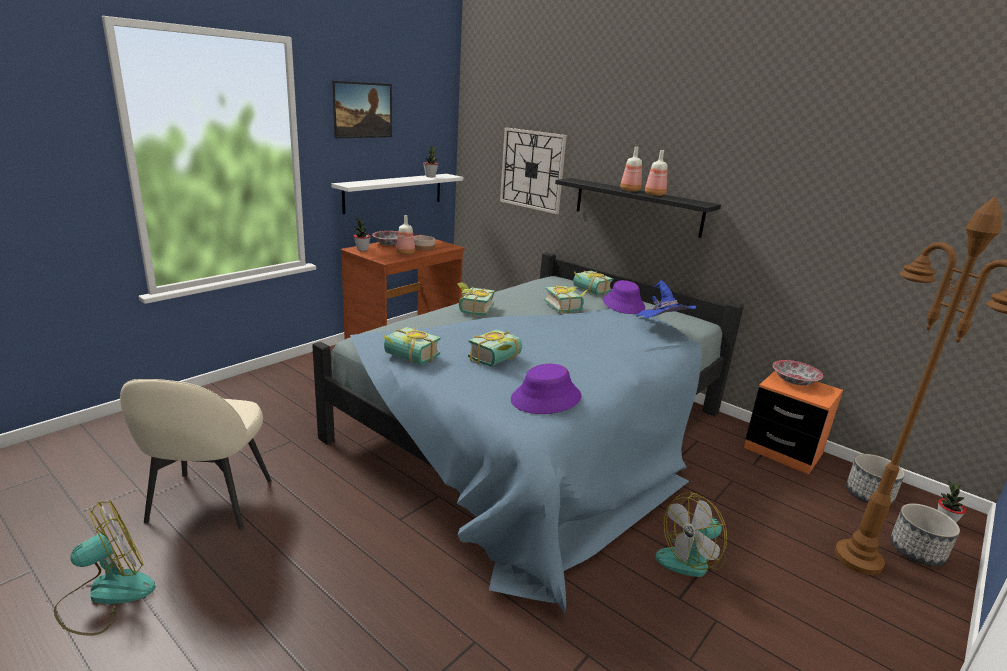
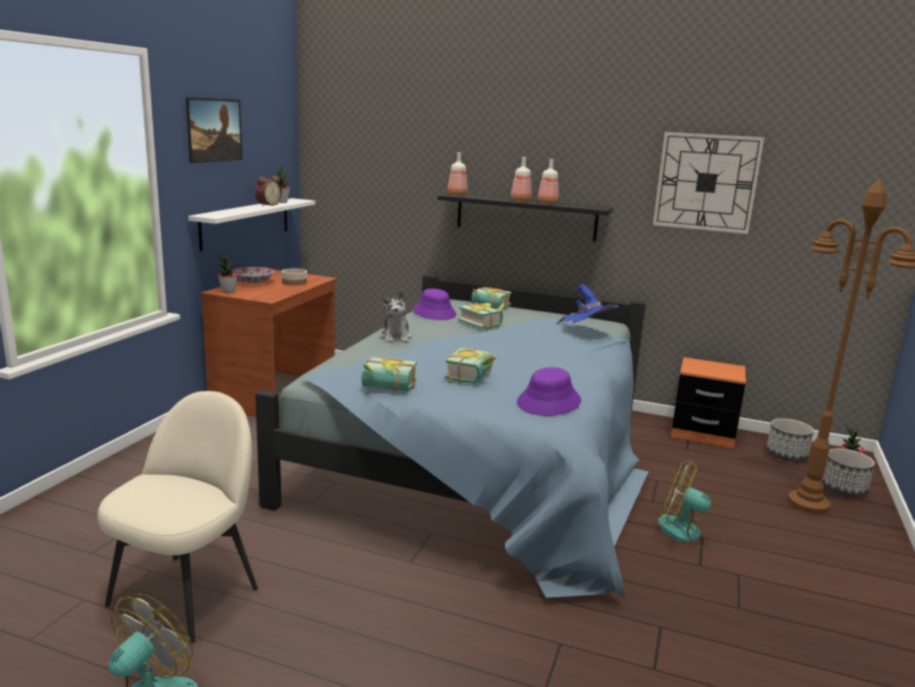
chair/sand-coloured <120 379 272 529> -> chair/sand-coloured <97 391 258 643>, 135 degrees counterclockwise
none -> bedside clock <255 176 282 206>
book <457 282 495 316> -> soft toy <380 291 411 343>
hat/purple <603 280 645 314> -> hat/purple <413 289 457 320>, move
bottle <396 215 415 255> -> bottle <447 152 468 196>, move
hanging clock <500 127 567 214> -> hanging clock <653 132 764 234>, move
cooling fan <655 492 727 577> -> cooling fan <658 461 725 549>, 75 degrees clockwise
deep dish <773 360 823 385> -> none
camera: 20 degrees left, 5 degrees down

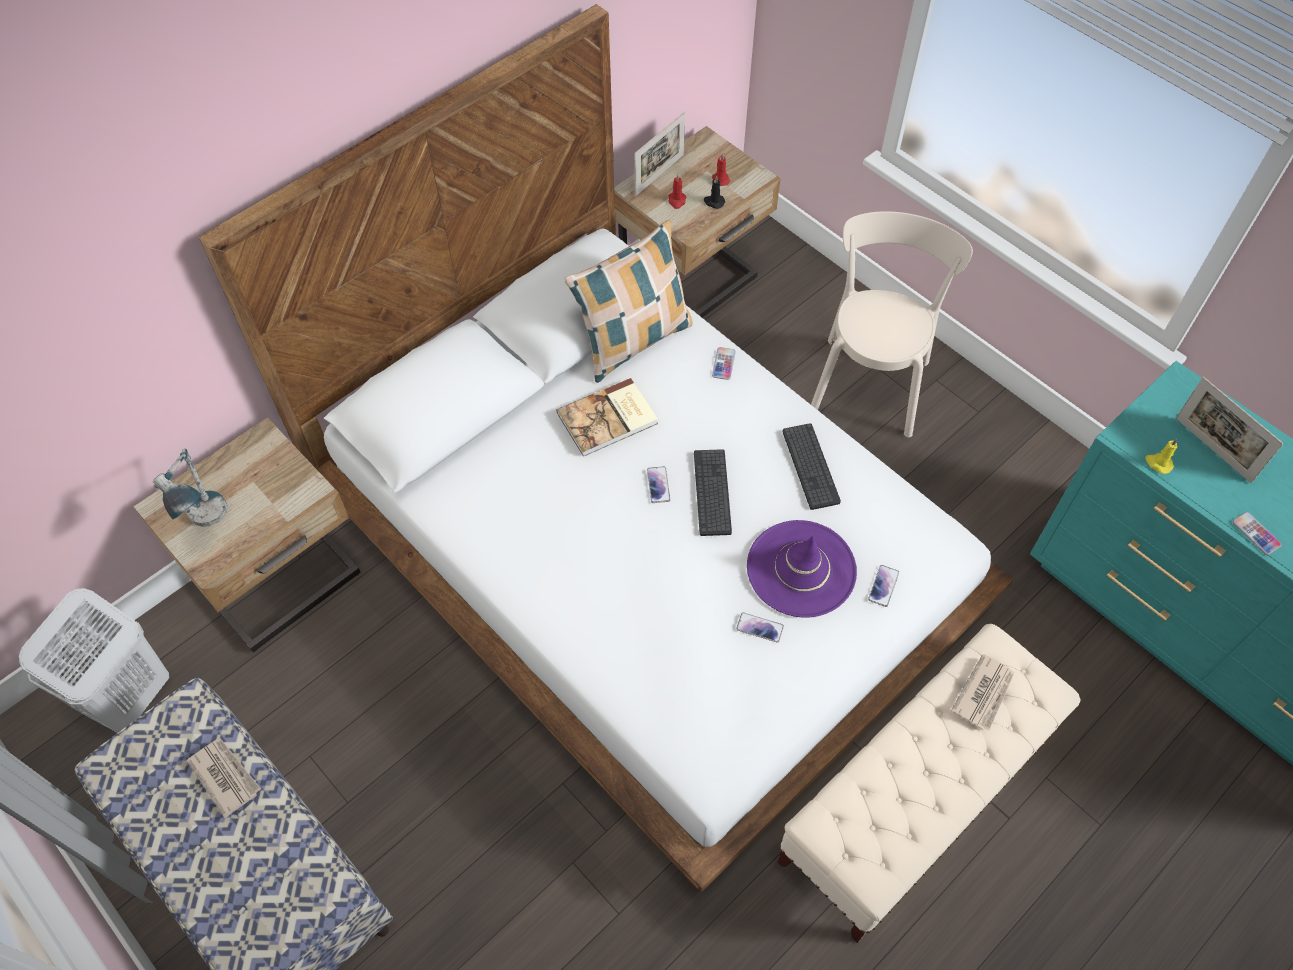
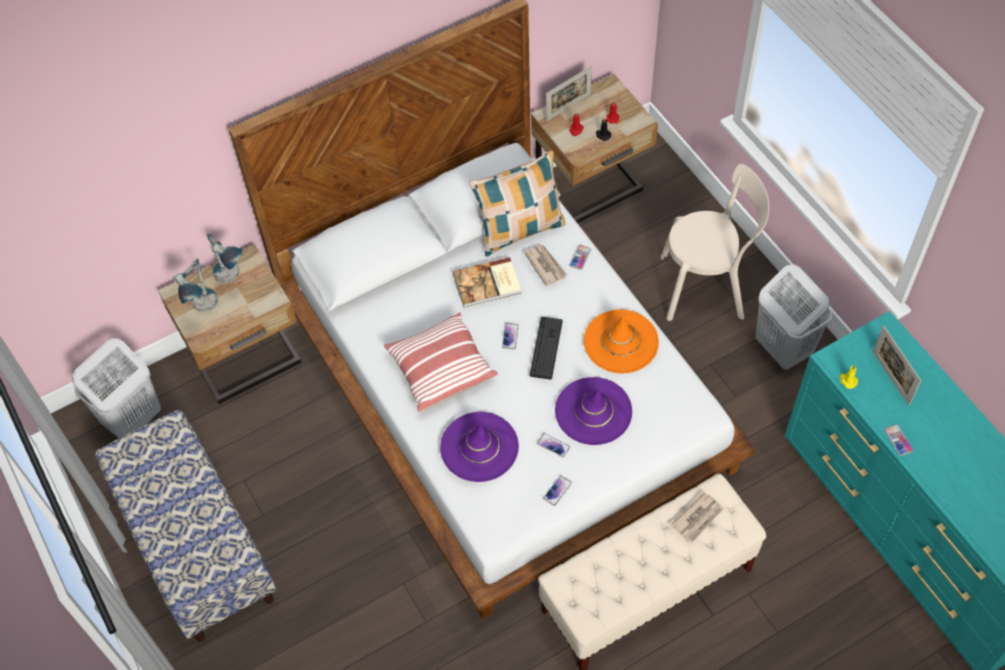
none -> lamp for a table <207 233 242 283>
none -> cushion <384 312 498 412>
none -> hat/purple <440 412 519 482>
daily paper <187 738 261 818> -> daily paper <524 245 567 286>, move
phone <868 565 899 607> -> phone <543 475 572 506>, move
computer keyboard <782 423 841 510> -> hat/orange <584 309 659 373>
chair/sand-coloured <811 211 973 438> -> chair/sand-coloured <661 164 769 321>, 60 degrees clockwise
none -> hamper/white-coloured <756 264 832 370>
camera: 15 degrees right, 0 degrees up

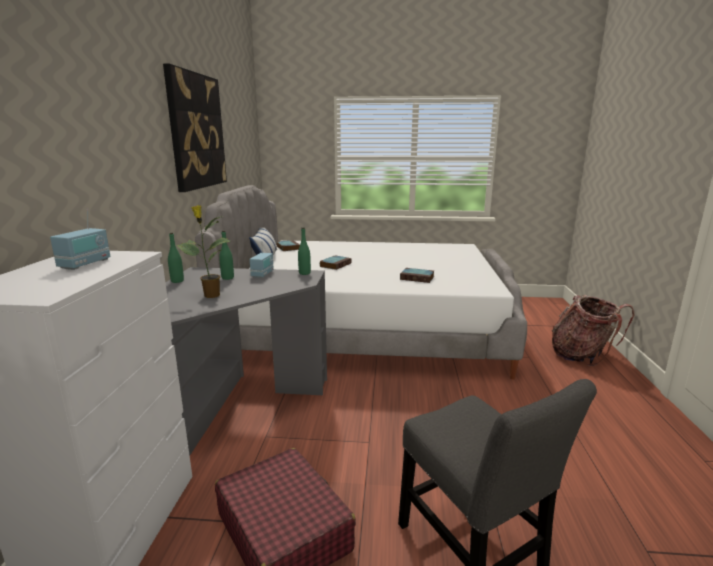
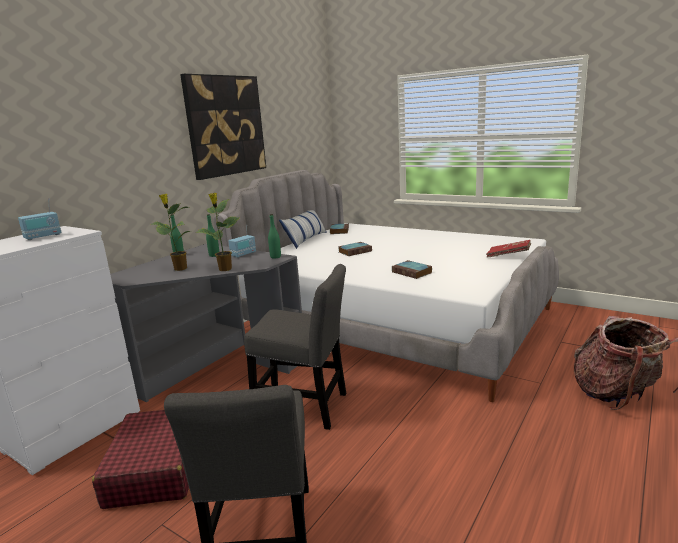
none -> potted plant <195 193 240 271>
none -> chair/gray <244 264 346 430>
none -> book/red-coloured <486 240 531 258>
camera: 30 degrees right, 0 degrees up

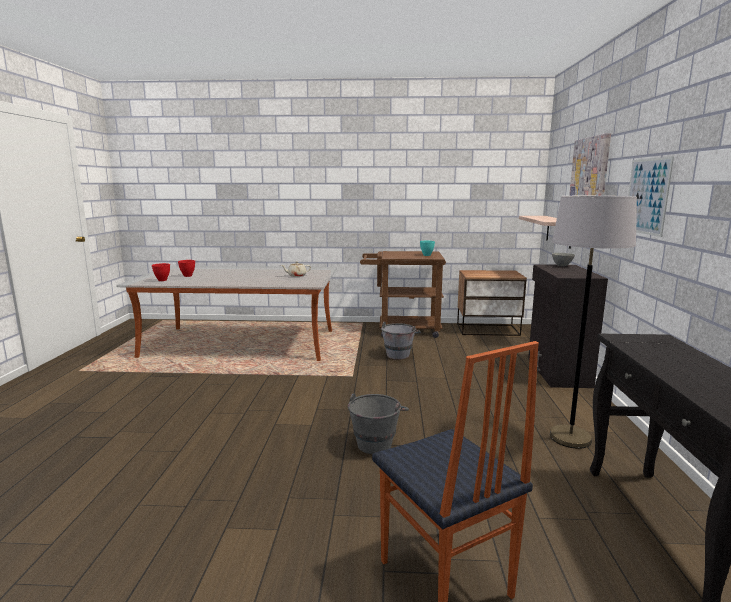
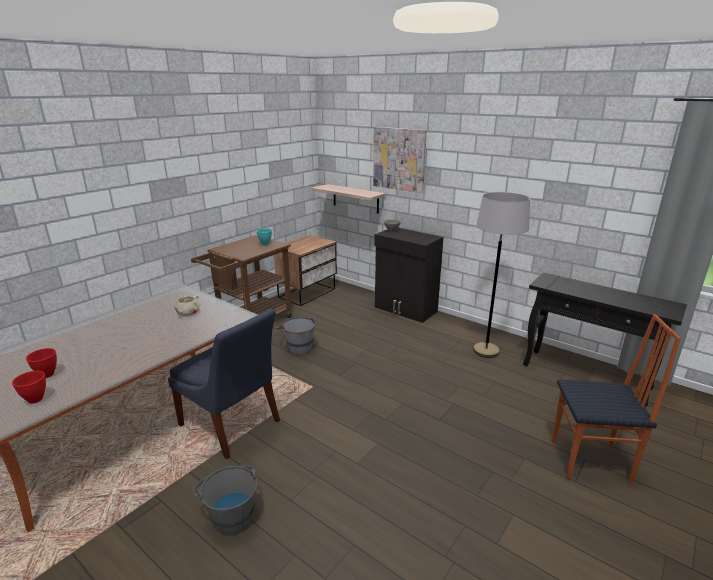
none -> chair/blue <168 309 280 459>
water bucket/gray <348 394 409 454> -> water bucket/gray <192 465 258 536>, move
picture <628 156 674 237> -> none
camera: 55 degrees left, 10 degrees up

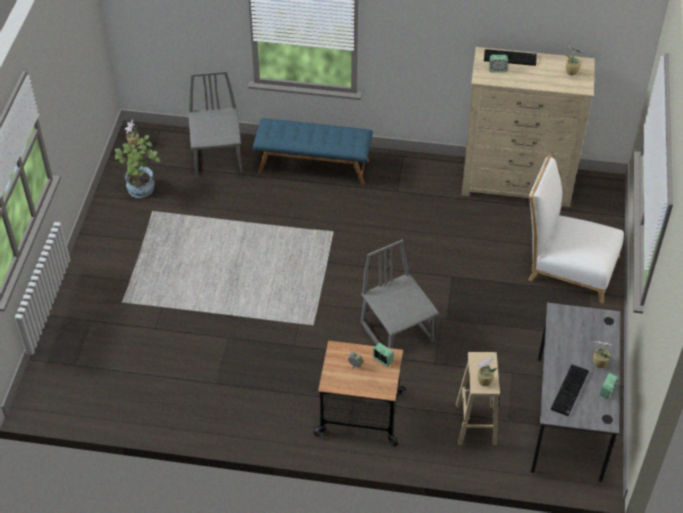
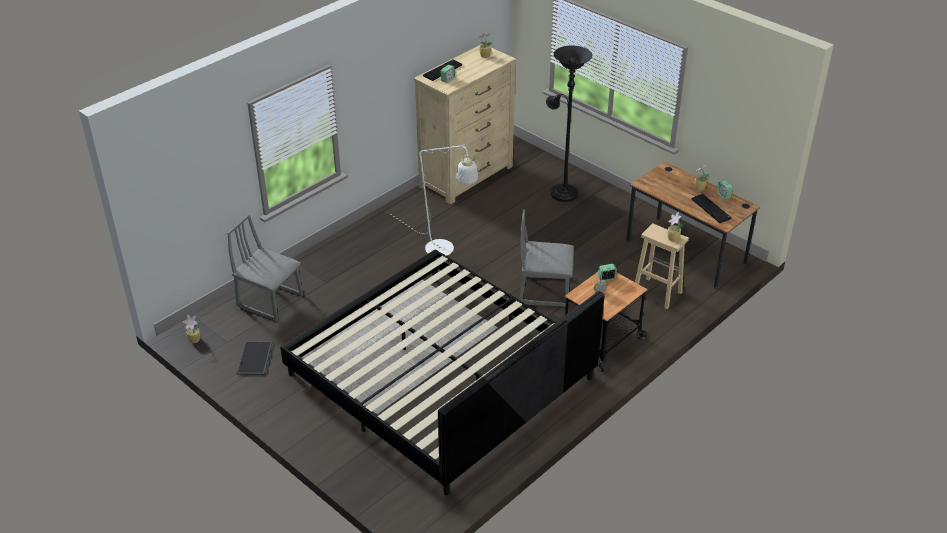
potted plant <115 135 160 198> -> serving tray <236 341 272 375>
none -> sleeping bed <280 250 604 496>
none -> standard lamp/white-coloured <389 144 478 256>
chair/white-coloured <528 154 624 303> -> standard lamp/black <546 45 592 202>
desk/gray <530 303 620 482> -> desk/brownish <626 162 760 289>
indoor bench/blue <253 118 373 185> -> none
camera: 55 degrees left, 10 degrees down

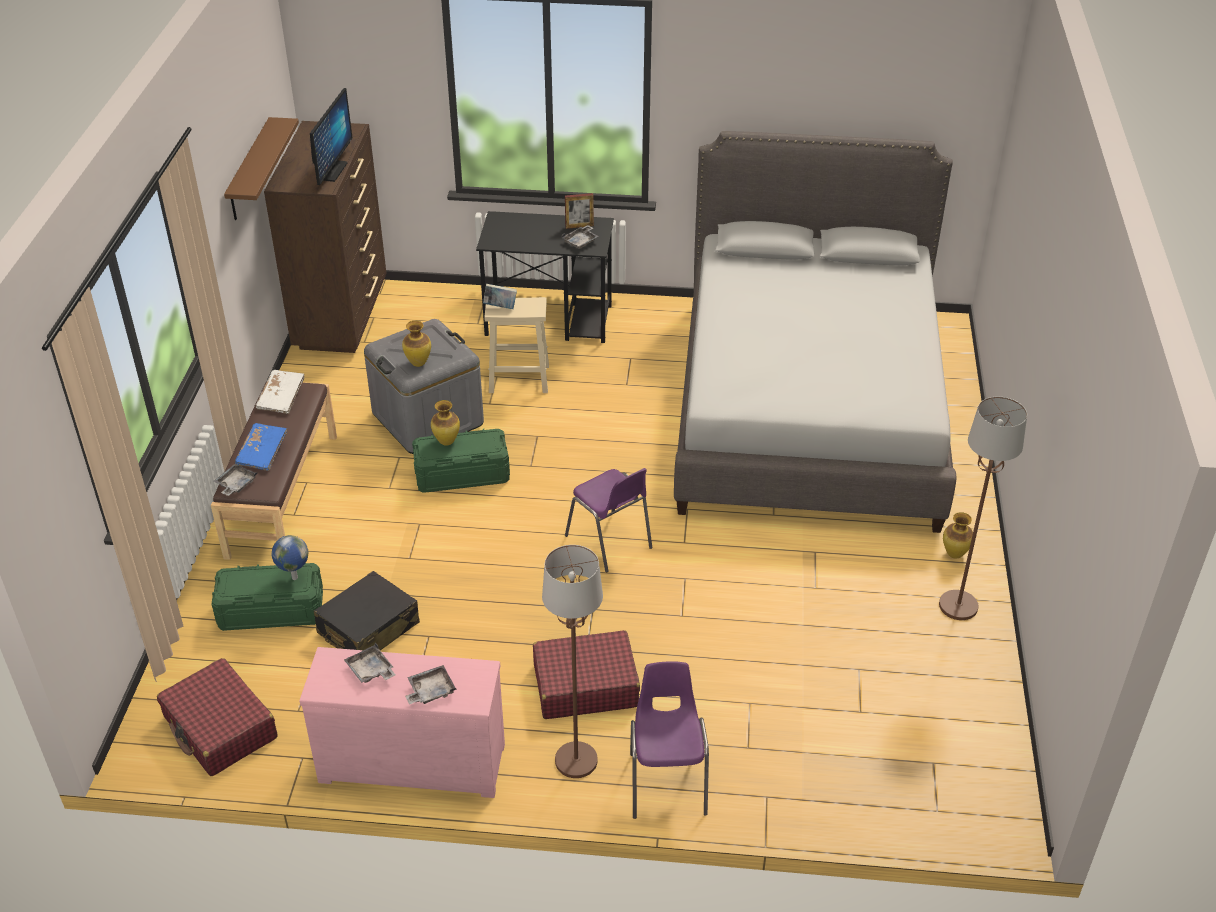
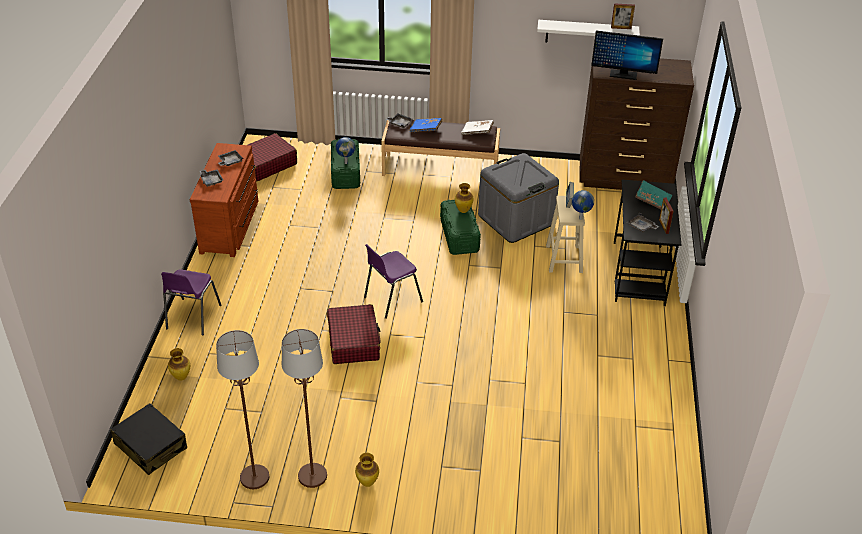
piece of luggage/black <314 571 420 650> -> piece of luggage/black <110 403 187 475>, move
chair/purple <630 661 709 819> -> chair/purple <161 269 222 336>, 105 degrees clockwise
flower vase <402 321 431 367> -> flower vase <168 348 190 381>, move
drawer chest/pink <299 647 505 798> -> drawer chest/brownish <190 143 258 257>
standard lamp/brownish <542 545 603 778> -> standard lamp/brownish <216 330 269 489>, move
piece of luggage/red-coloured <533 630 640 719> -> piece of luggage/red-coloured <327 304 381 364>, move
wall shelf/brownish <224 117 299 220> -> wall shelf/white-coloured <537 20 640 42>
none -> globe <572 190 594 220>
none -> standing frame <611 3 635 29>
none -> book/turquoise <635 180 672 210>
sleeping bed/gray <674 131 957 533> -> none
camera: 90 degrees right, 0 degrees up

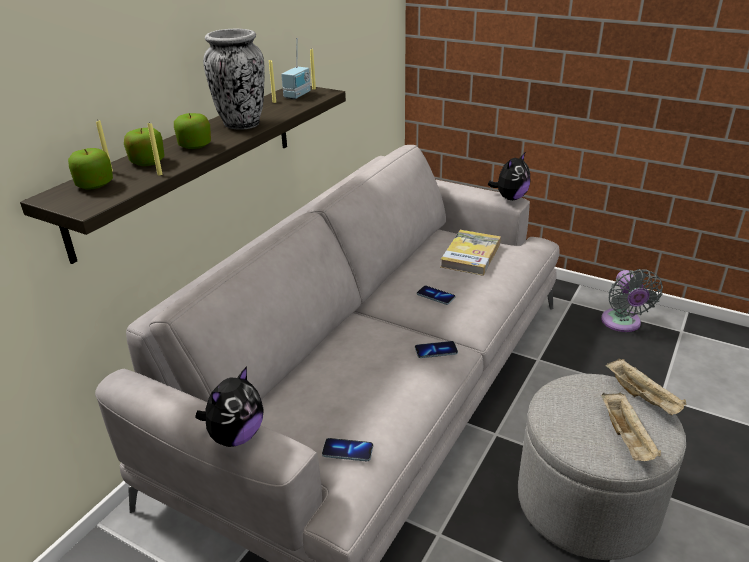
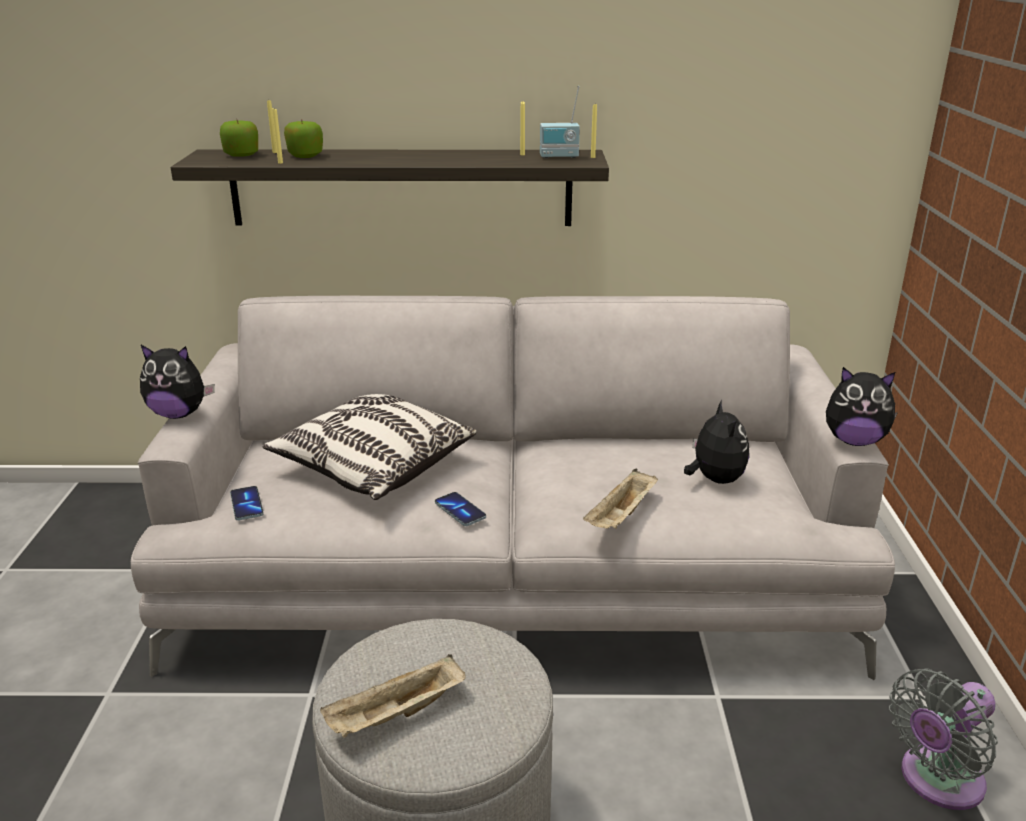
none -> cushion <263 394 476 500>
serving tray/sand-coloured <606 358 687 415> -> serving tray/sand-coloured <583 469 658 529>, move
book <441 230 501 276> -> soft toy <684 400 749 484>
whole apple <174 113 211 149> -> none
flower vase <203 29 265 130> -> none
phone <417 286 455 305> -> none
camera: 60 degrees right, 5 degrees down

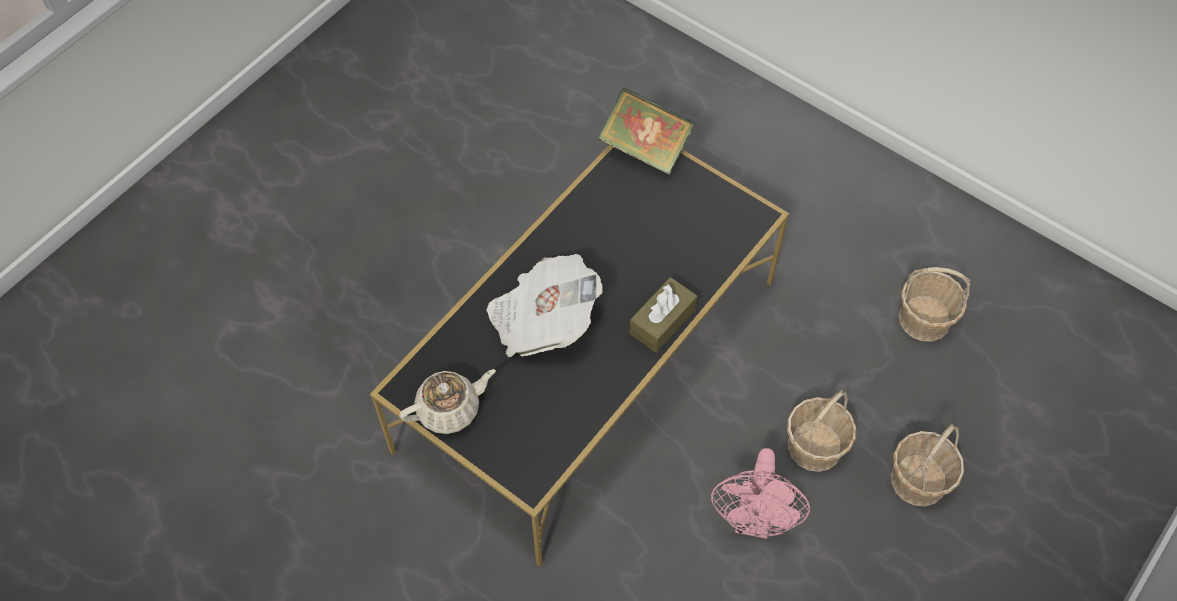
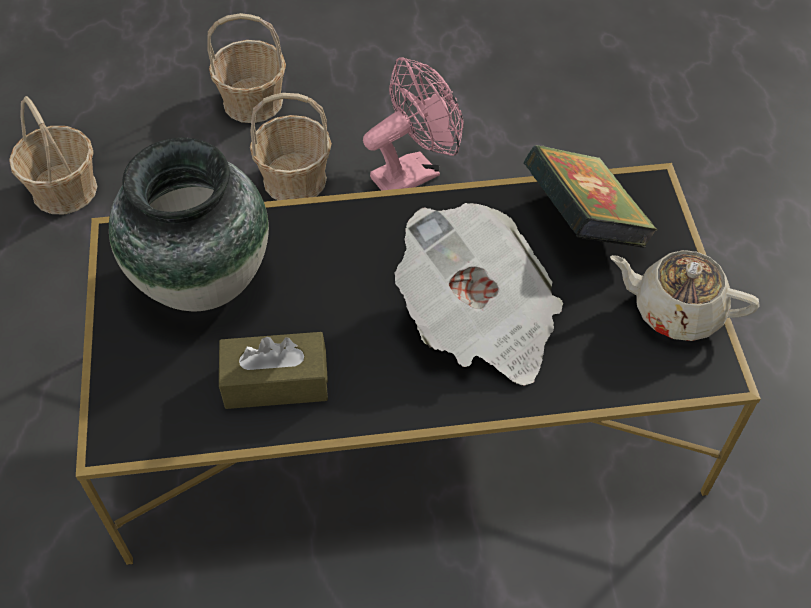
none -> flower vase <109 138 269 311>
box of tissues/brownish <629 277 698 353> -> box of tissues/brownish <219 332 328 409>, move
book <598 87 695 175> -> book <524 145 658 248>, move
camera: 135 degrees left, 5 degrees down

